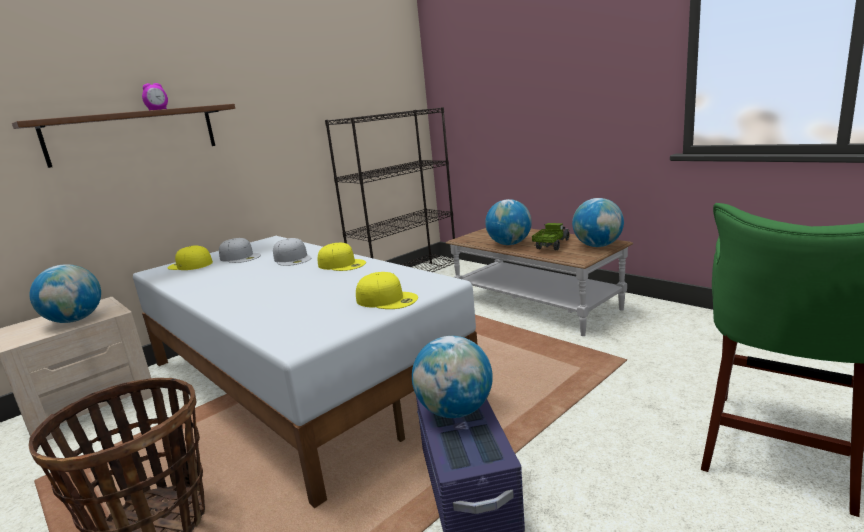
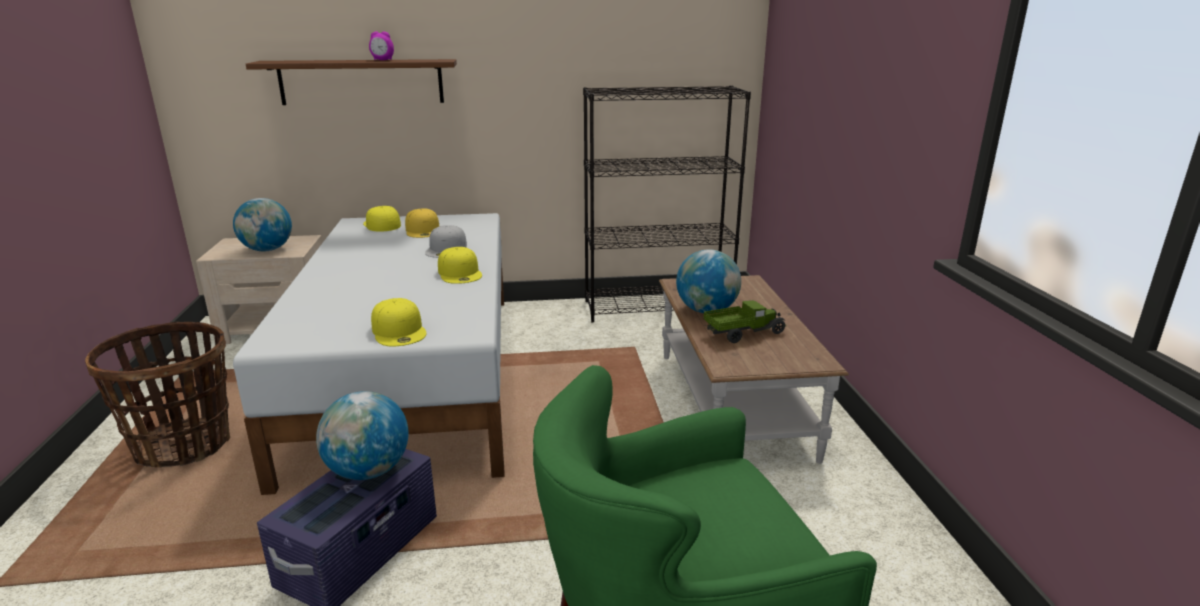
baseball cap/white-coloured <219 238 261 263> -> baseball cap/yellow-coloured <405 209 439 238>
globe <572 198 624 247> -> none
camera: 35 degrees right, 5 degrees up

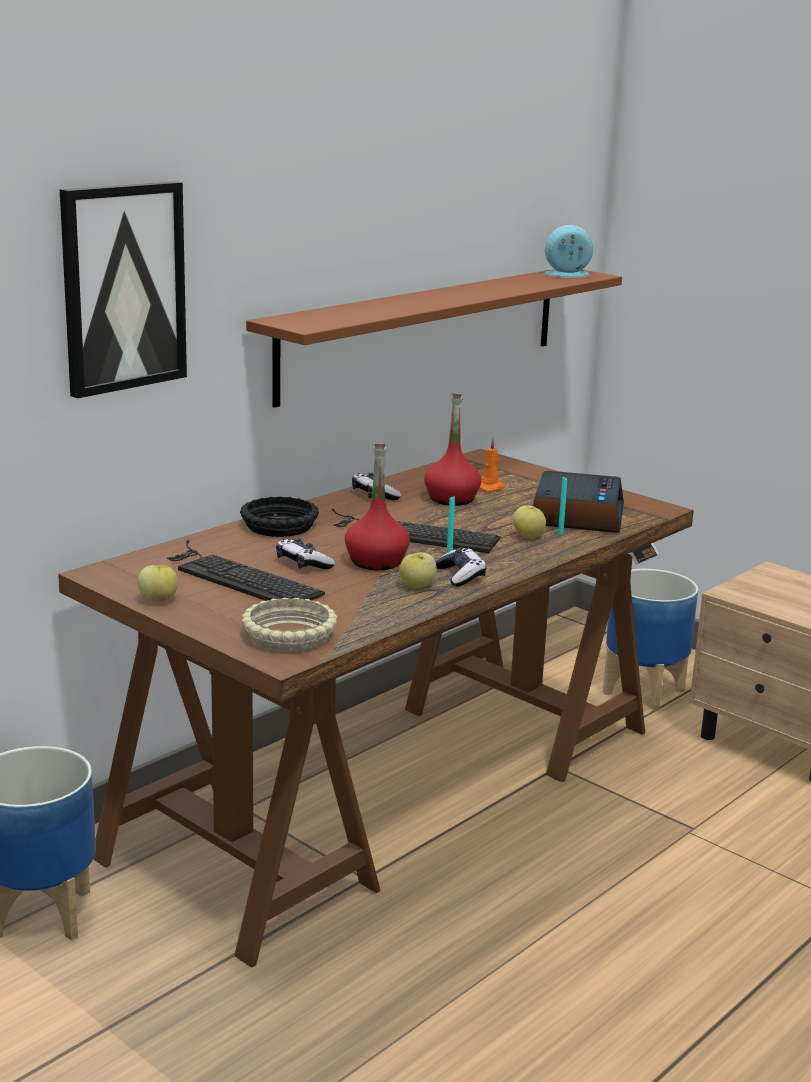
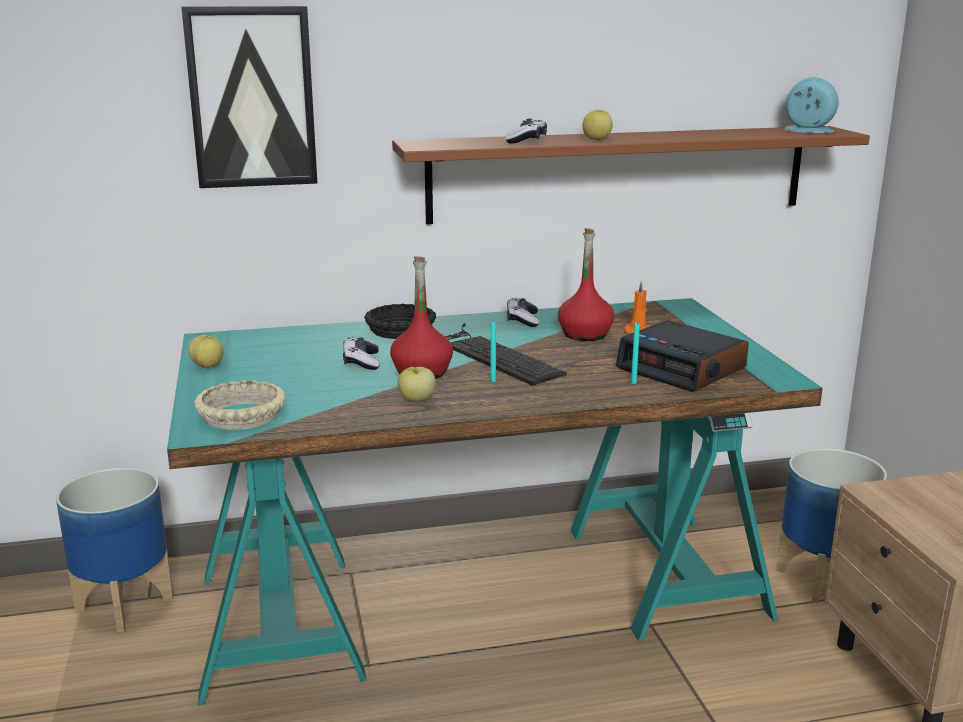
desk/brownish <58 449 694 968> -> desk/turquoise <167 298 823 706>
joypad <435 547 486 586> -> joypad <505 119 547 144>, move
whole apple <513 505 546 538> -> whole apple <582 109 613 140>, move
bedside clock <533 471 624 533> -> bedside clock <616 320 749 392>, 90 degrees clockwise
computer keyboard <167 540 325 601> -> none
camera: 35 degrees right, 0 degrees up

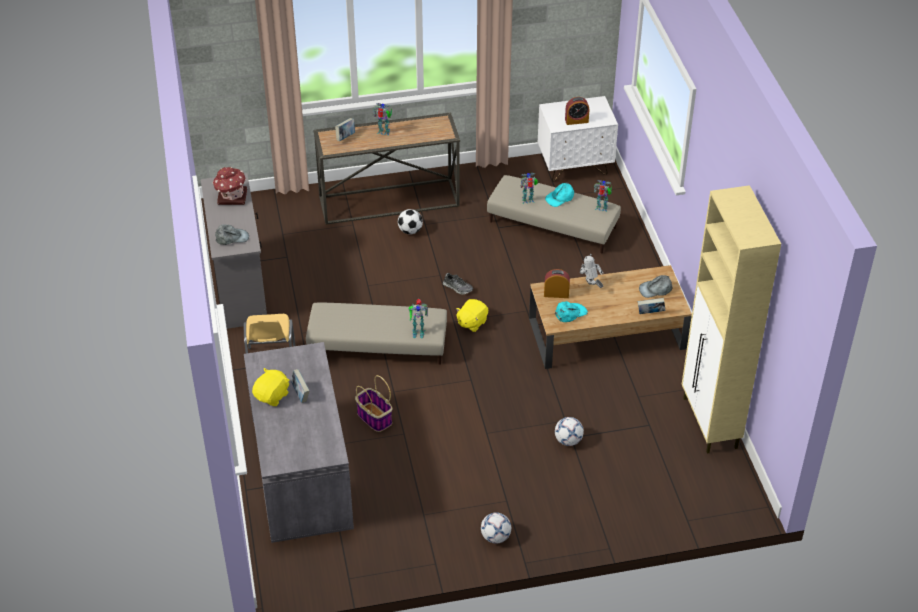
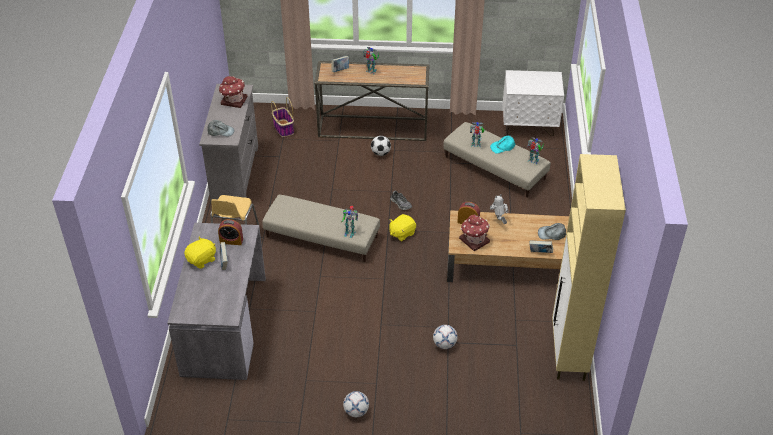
bedside clock <565 97 589 125> -> bedside clock <218 219 243 245>, move
household basket <355 375 392 432> -> household basket <271 97 294 137>, move
baseball cap/turquoise <555 301 588 322> -> miniature house <459 214 490 251>
camera: 15 degrees right, 0 degrees up

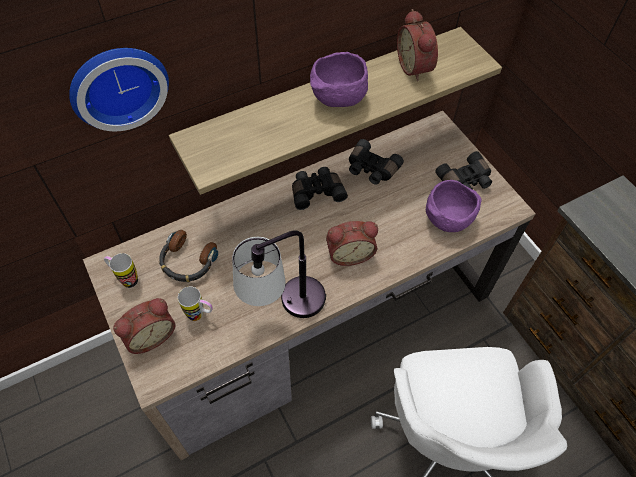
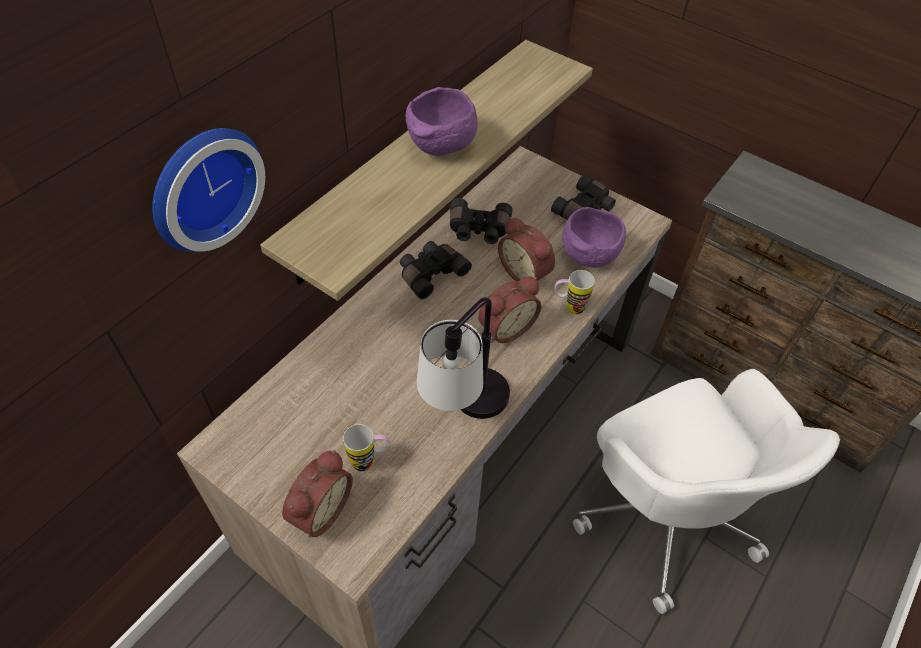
bedside clock <397 9 438 81> -> bedside clock <498 217 555 281>, move
tea mug <104 253 138 288> -> tea mug <554 270 595 314>, move
headset <159 230 218 282> -> none
camera: 25 degrees left, 5 degrees down

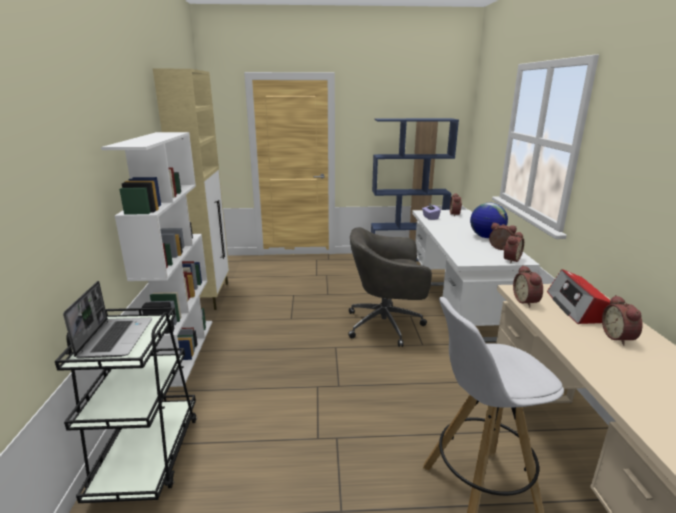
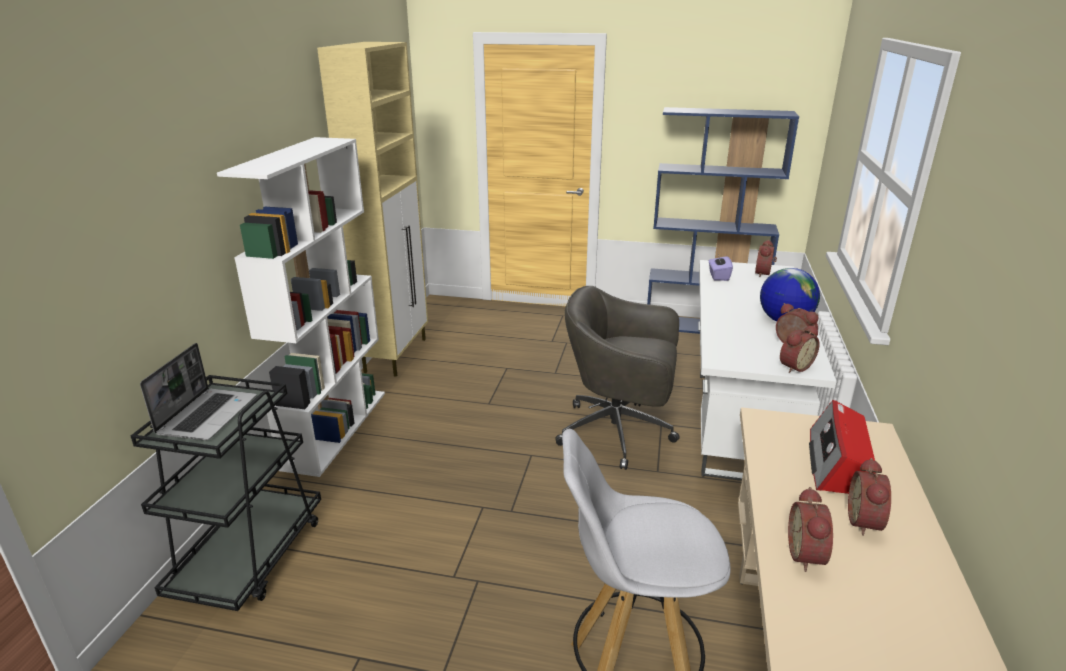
bedside clock <513 265 543 307> -> bedside clock <788 487 833 572>, move
camera: 15 degrees right, 5 degrees up

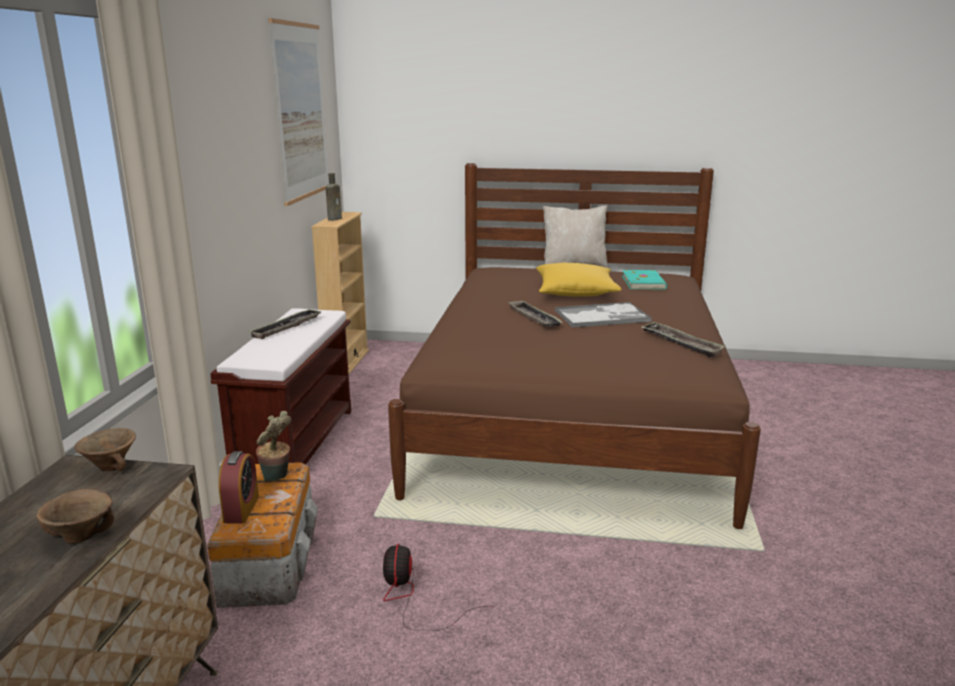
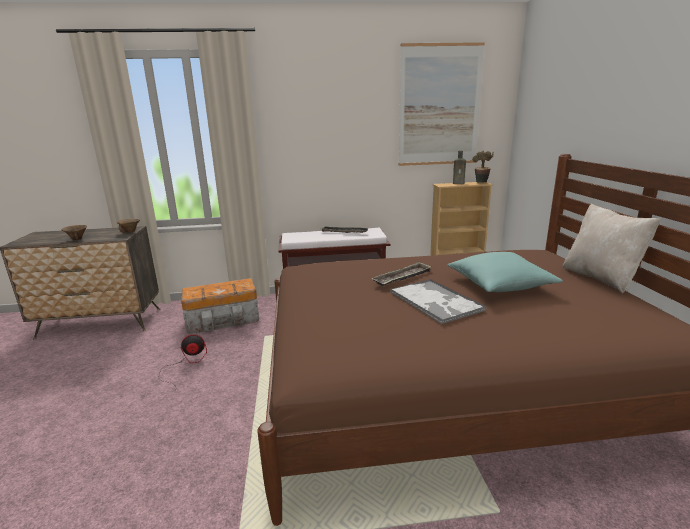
cushion/yellow-coloured <536 263 622 297> -> cushion/turquoise <448 252 563 292>
potted plant <256 411 291 481> -> potted plant <472 151 494 183>, move
bedside clock <219 451 259 524> -> none
book/turquoise <622 270 667 289> -> none
serving tray <642 322 726 357> -> none
camera: 75 degrees right, 0 degrees up

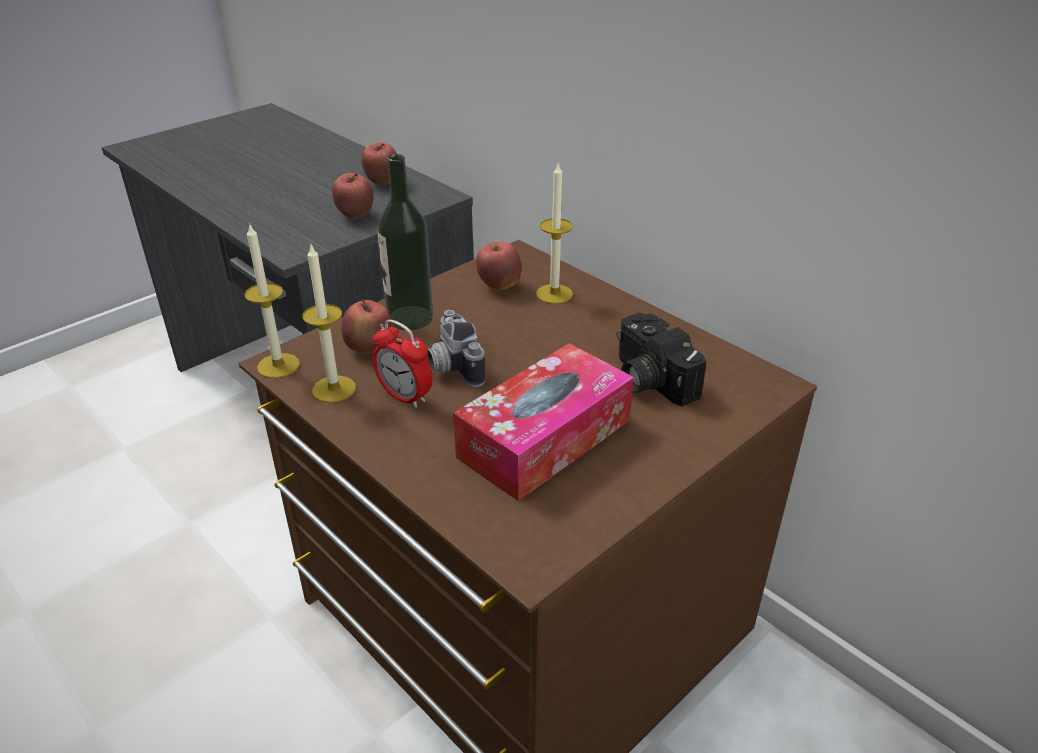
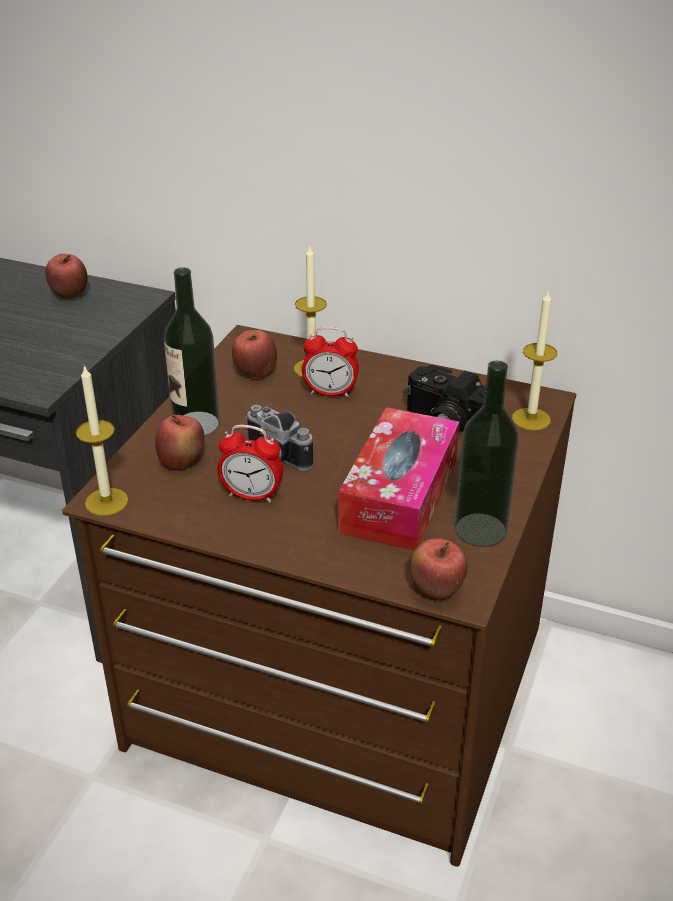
none -> bedside clock <302 327 359 397>
whole apple <332 173 373 219> -> whole apple <411 538 468 600>, move
none -> bottle <454 361 519 547>
candle <302 243 356 403> -> candle <512 292 557 431>, move
camera: 25 degrees left, 0 degrees up

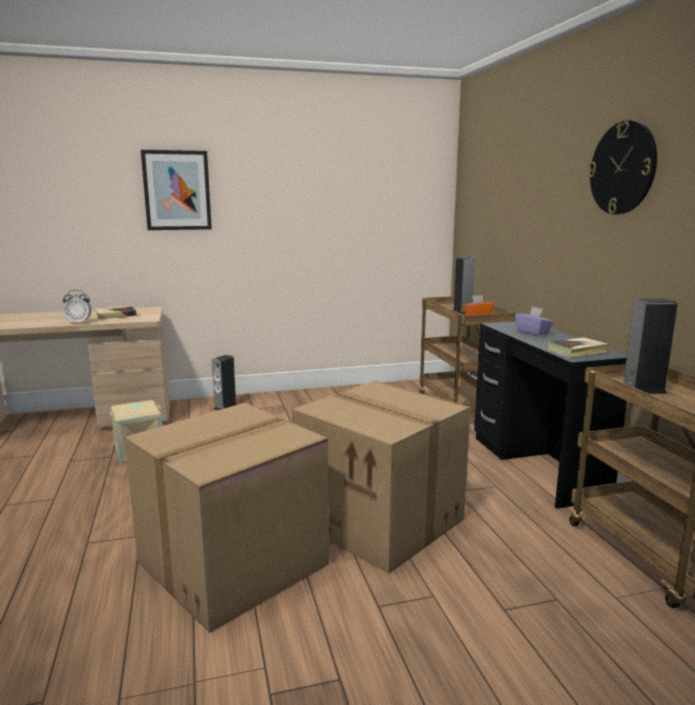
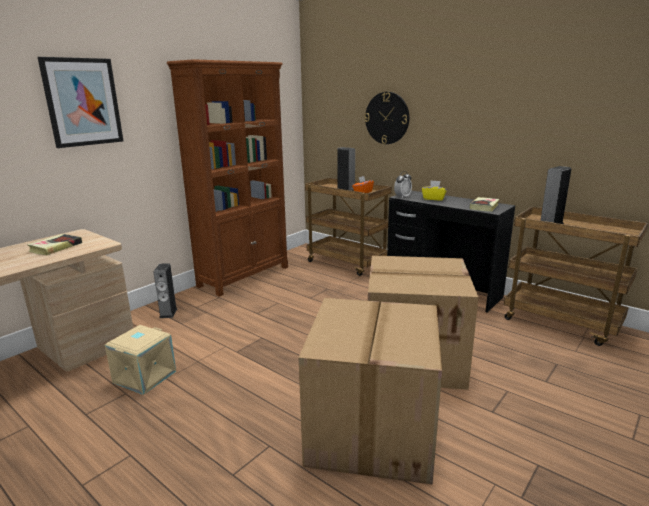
none -> bookcase/brownish <167 59 288 297>
hanging clock <588 120 657 214> -> hanging clock <365 92 409 144>, move
bedside clock <63 290 92 323> -> bedside clock <394 171 412 198>, move
box of tissues/purple <515 307 553 336> -> box of tissues/yellow-coloured <422 181 447 201>
camera: 35 degrees left, 5 degrees up

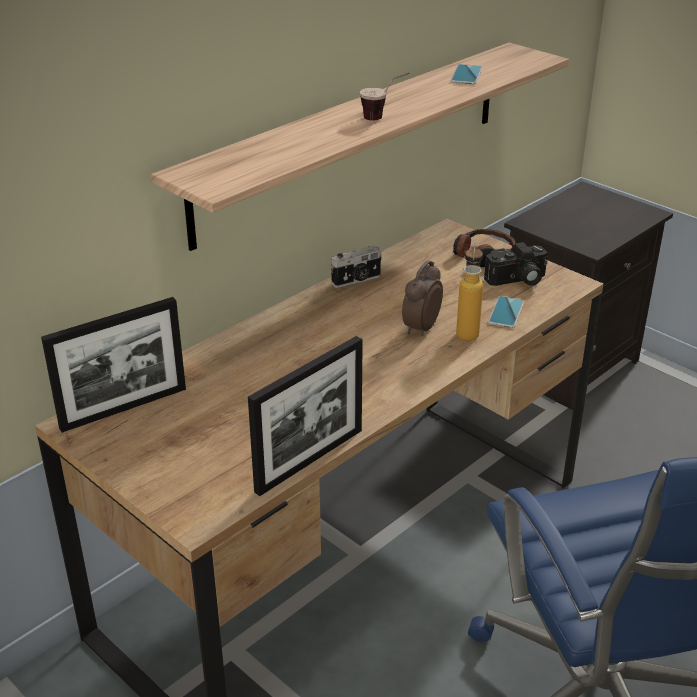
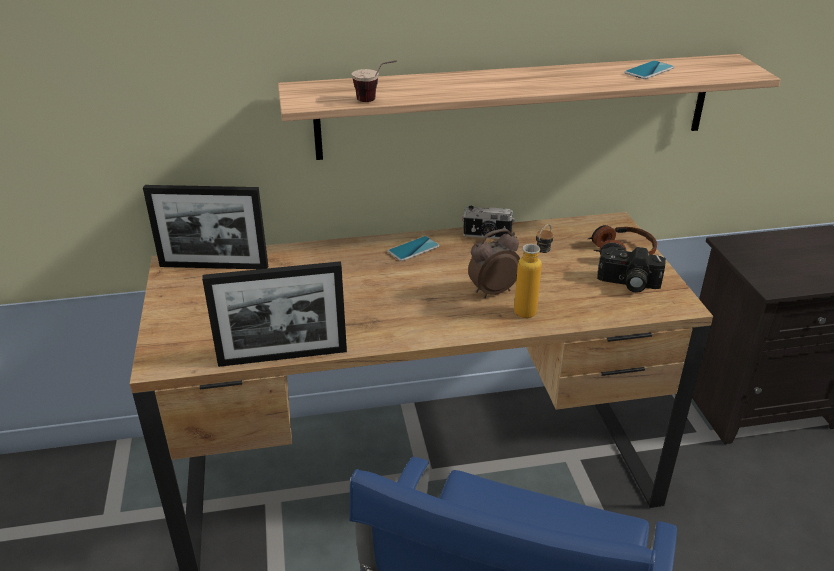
cup <360 73 410 120> -> cup <352 60 397 102>, move
phone <488 296 524 328> -> phone <388 236 439 261>, move
camera: 35 degrees right, 0 degrees up

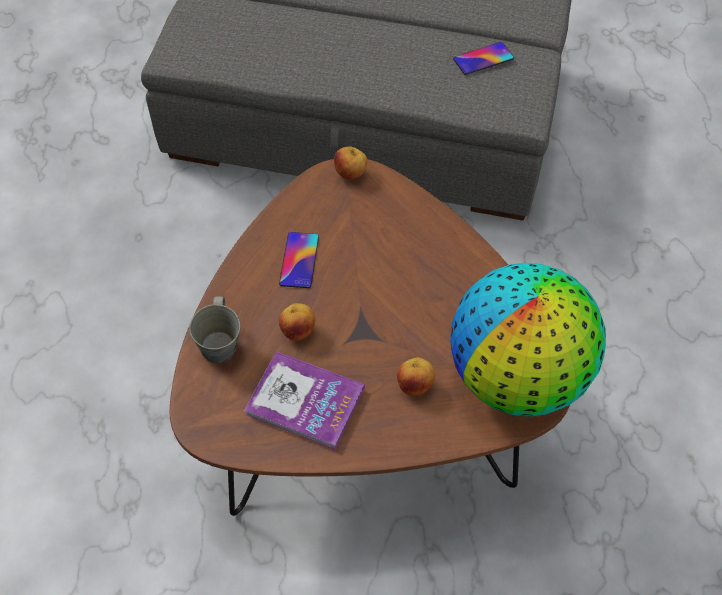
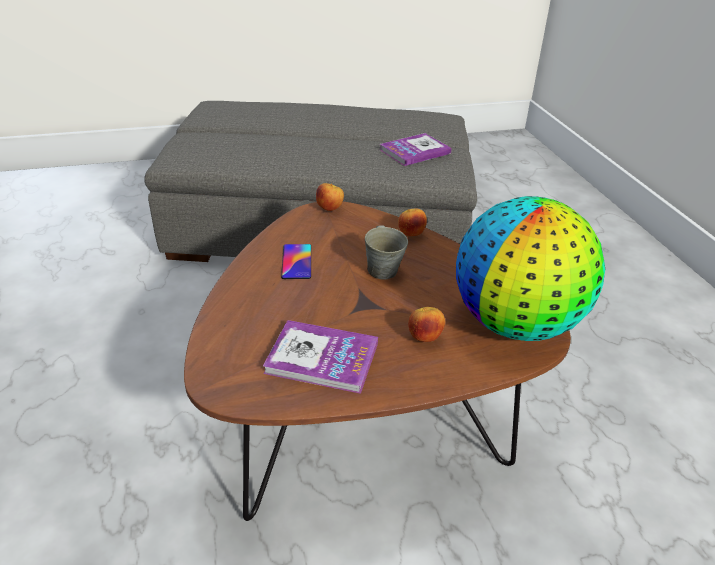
tea mug/gray <189 296 240 364> -> tea mug/gray <365 225 408 280>, move
phone <453 42 514 75> -> book <380 133 452 166>
whole apple <279 303 315 341> -> whole apple <398 209 427 236>, move
camera: 10 degrees left, 20 degrees down

